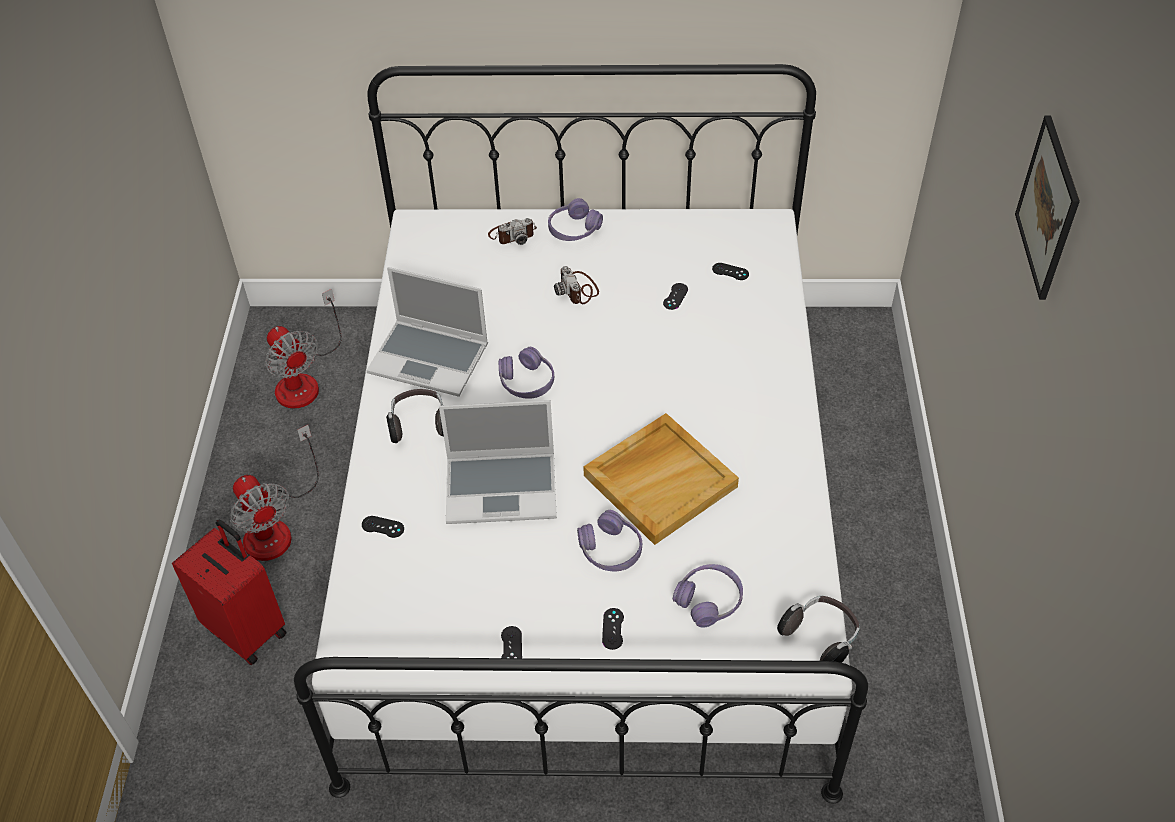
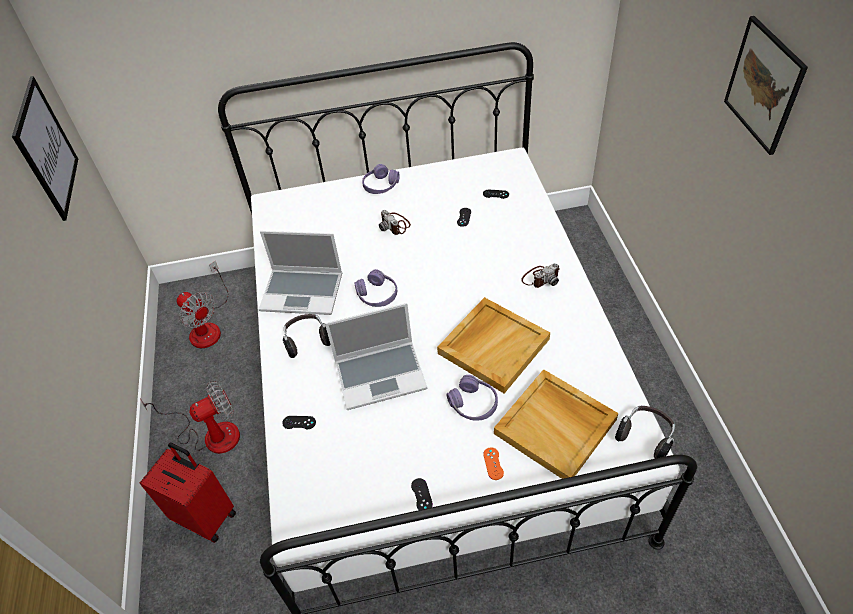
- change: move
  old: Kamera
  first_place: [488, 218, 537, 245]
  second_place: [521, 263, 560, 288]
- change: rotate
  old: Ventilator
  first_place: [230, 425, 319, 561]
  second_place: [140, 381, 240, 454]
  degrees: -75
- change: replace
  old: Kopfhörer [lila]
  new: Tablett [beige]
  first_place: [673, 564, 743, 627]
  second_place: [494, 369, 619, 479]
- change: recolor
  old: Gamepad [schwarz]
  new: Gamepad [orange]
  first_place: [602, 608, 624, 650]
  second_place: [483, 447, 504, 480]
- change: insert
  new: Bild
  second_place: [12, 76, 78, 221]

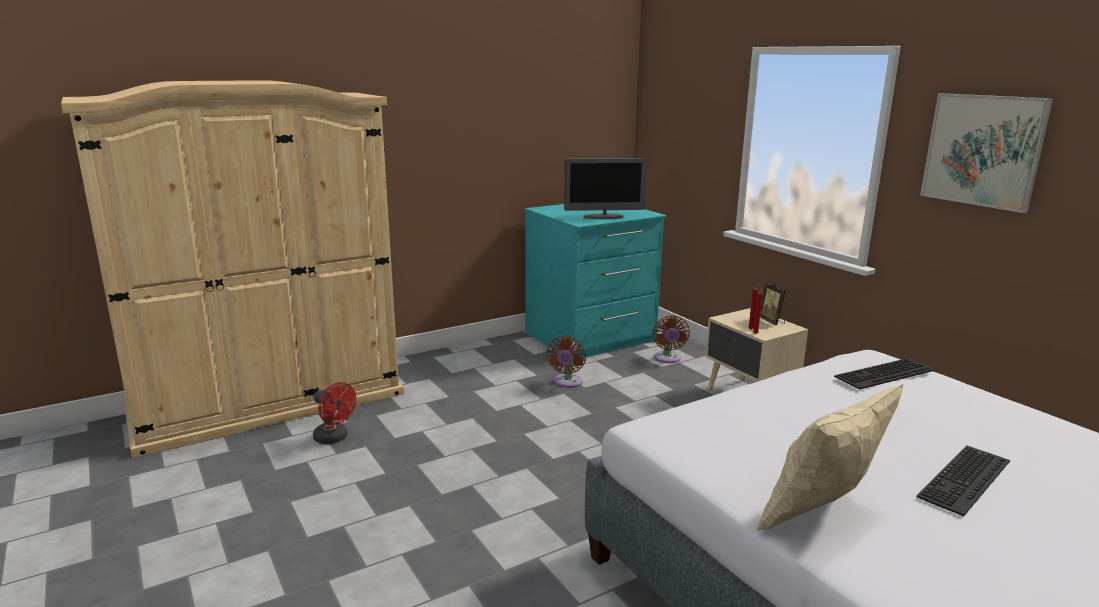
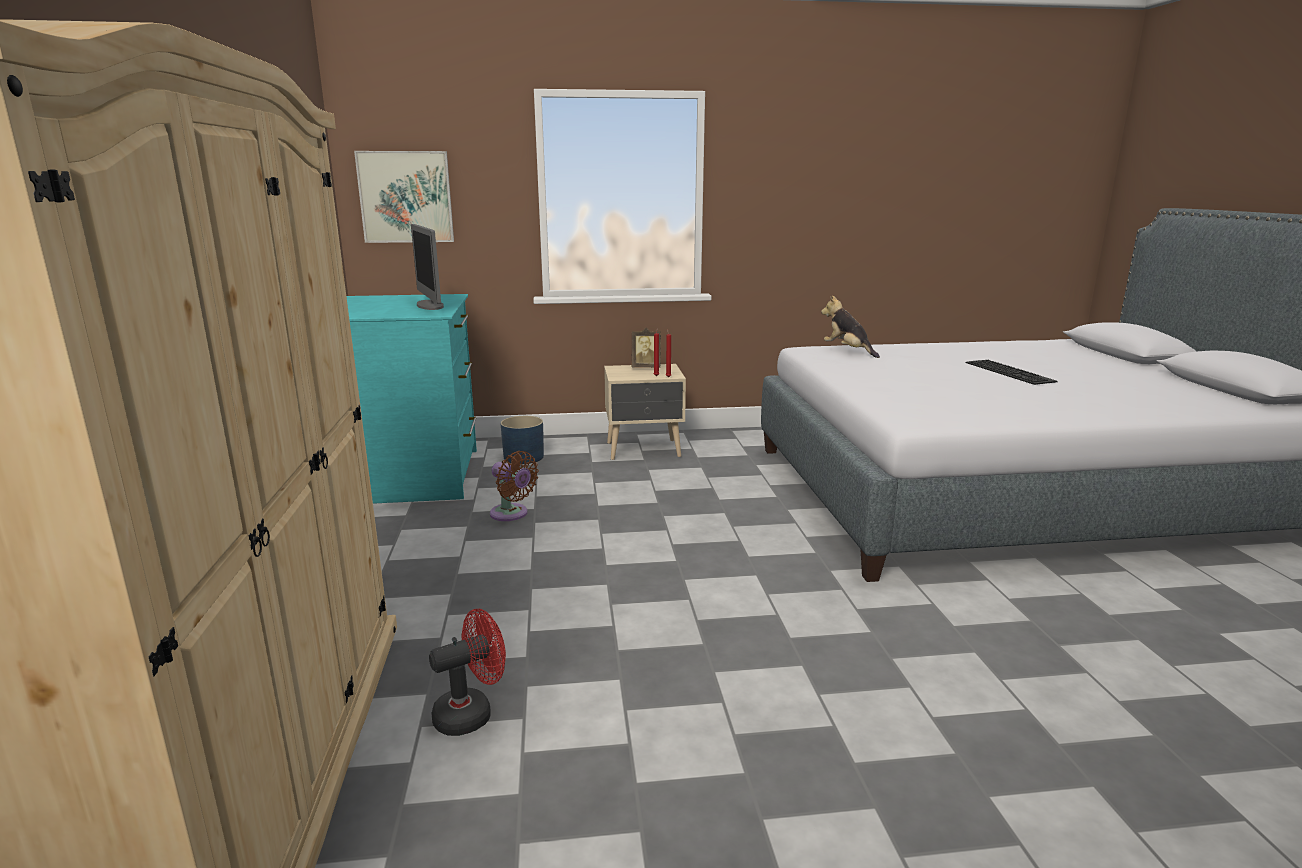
- change: move
  old: Bild
  first_place: [920, 93, 1053, 213]
  second_place: [354, 151, 454, 243]
- change: rotate
  old: Monitor
  first_place: [564, 158, 647, 219]
  second_place: [411, 224, 444, 310]
  degrees: 135
- change: replace
  old: Ventilator [braun]
  new: Pflanzkübel [blau]
  first_place: [653, 315, 690, 363]
  second_place: [501, 416, 544, 464]
- change: replace
  old: Tastatur
  new: Plüschtier
  first_place: [834, 358, 935, 389]
  second_place: [821, 295, 880, 358]
- change: delete
  old: Kissen [beige]
  first_place: [757, 384, 904, 531]

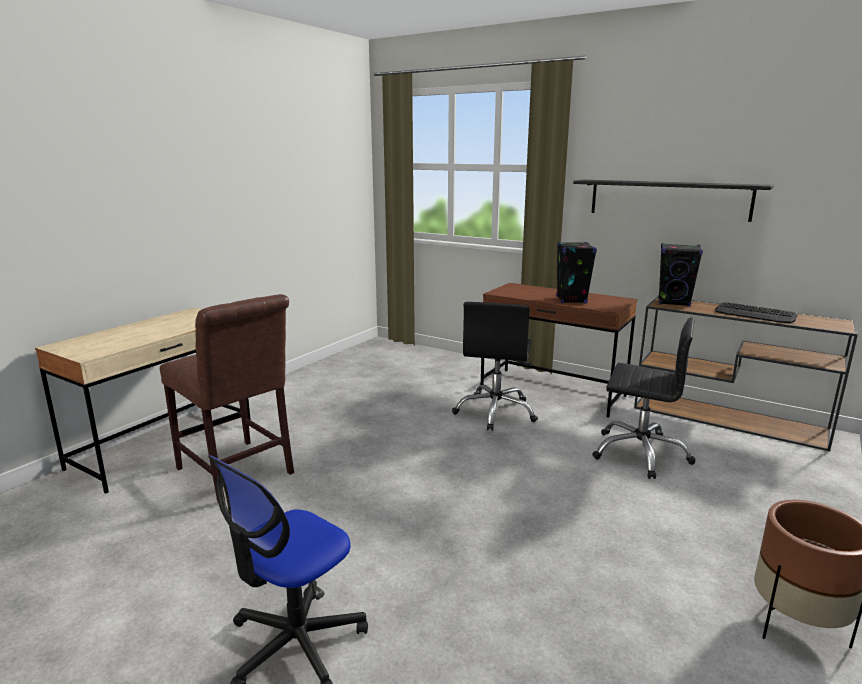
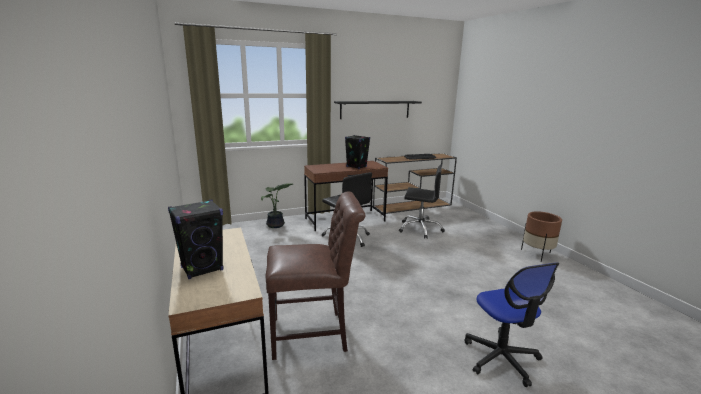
- change: move
  old: Lautsprecher [schwarz]
  first_place: [658, 243, 703, 307]
  second_place: [168, 200, 224, 279]
- change: rotate
  old: Bürostuhl [schwarz]
  first_place: [592, 317, 695, 479]
  second_place: [399, 164, 445, 239]
  degrees: 45
- change: insert
  new: Topfpflanze
  second_place: [261, 183, 293, 228]

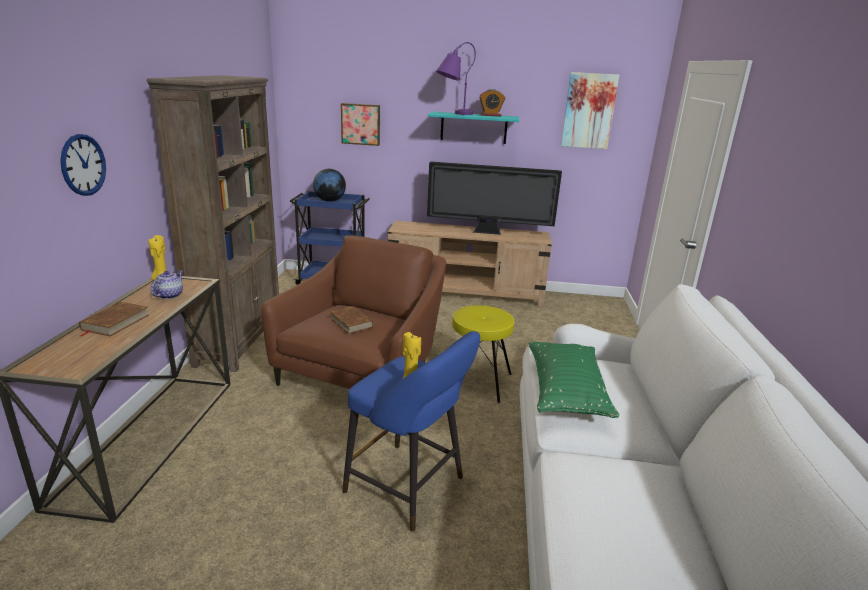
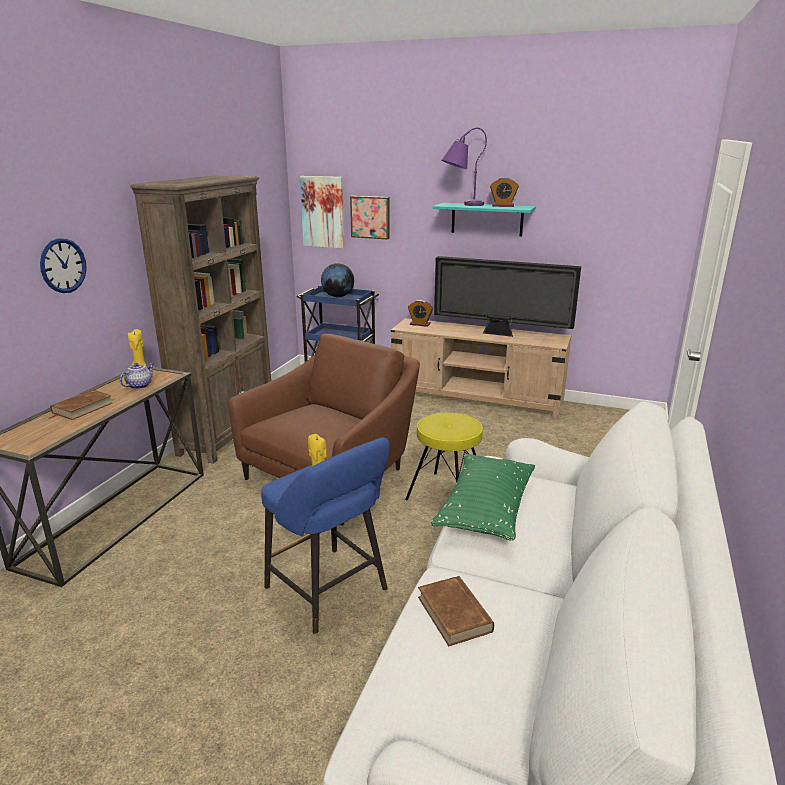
- change: move
  old: Bild
  first_place: [561, 72, 619, 149]
  second_place: [300, 176, 345, 249]
- change: move
  old: Buch [braun]
  first_place: [330, 306, 373, 334]
  second_place: [418, 576, 494, 646]
- change: insert
  new: Wecker
  second_place: [408, 300, 433, 327]

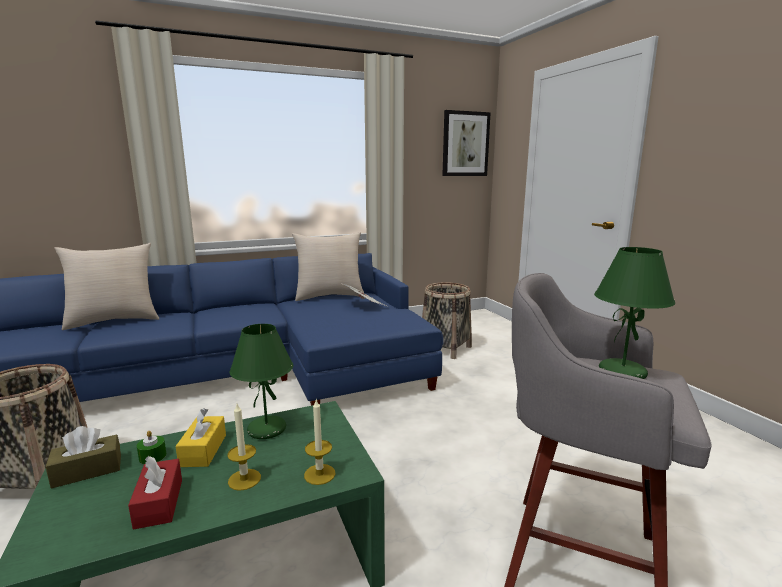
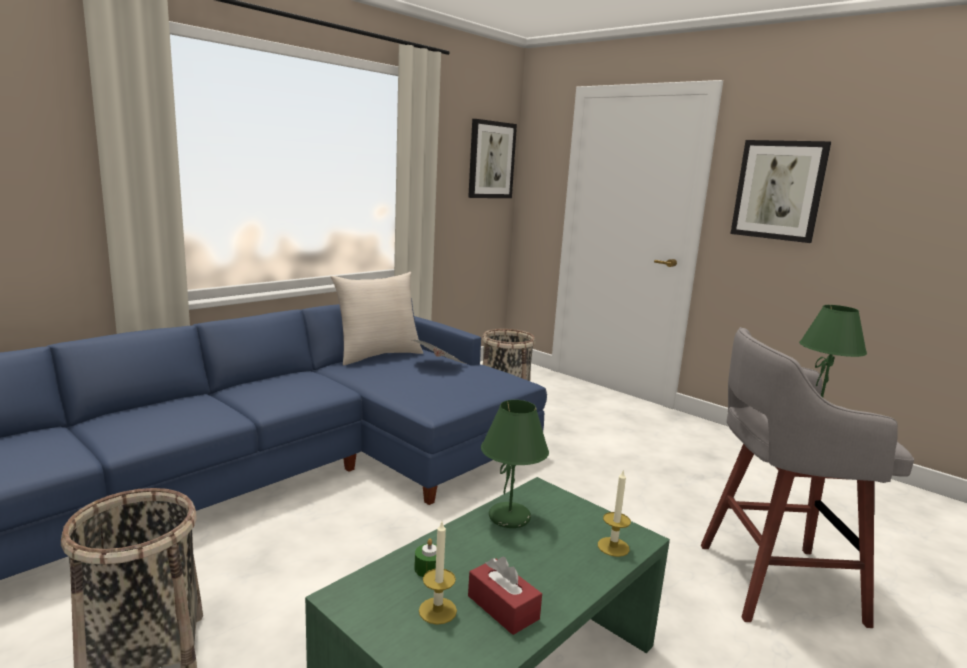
- change: delete
  old: Kissen [beige]
  first_place: [55, 243, 159, 330]
- change: move
  old: Kerze
  first_place: [227, 404, 261, 491]
  second_place: [419, 522, 457, 625]
- change: delete
  old: Taschentuchbox [gelb]
  first_place: [175, 408, 226, 467]
- change: delete
  old: Taschentuchbox [braun]
  first_place: [45, 426, 121, 489]
- change: insert
  new: Bild
  second_place: [731, 140, 831, 243]

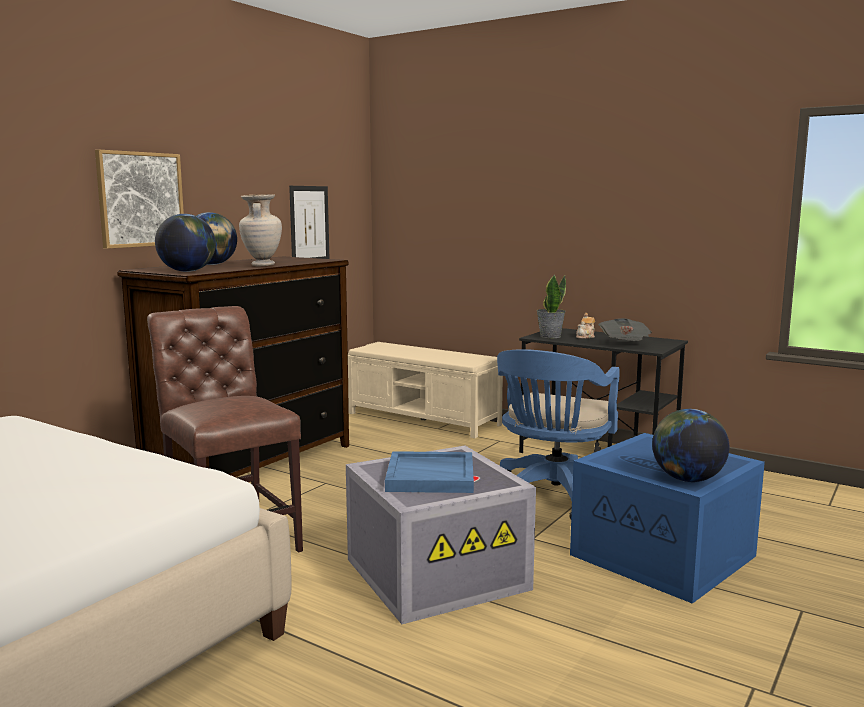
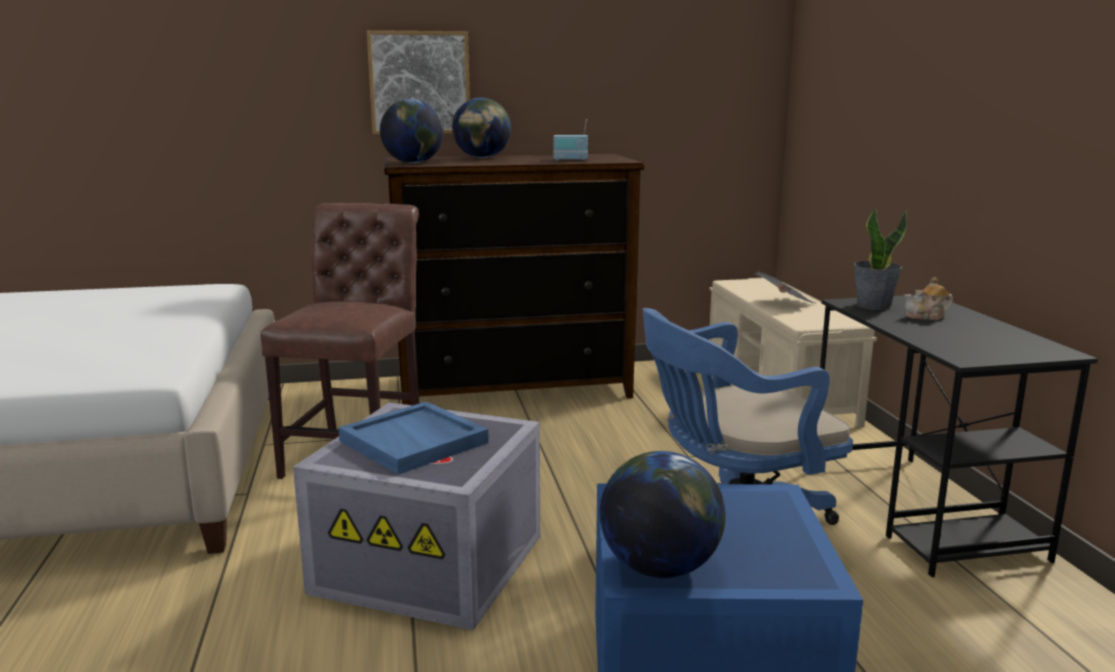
- change: delete
  old: Bild
  first_place: [289, 186, 330, 259]
- change: delete
  old: Vase [beige]
  first_place: [239, 194, 282, 266]
- change: move
  old: Zeitung
  first_place: [598, 318, 652, 341]
  second_place: [754, 272, 815, 303]
- change: insert
  new: Radio
  second_place: [554, 119, 588, 161]

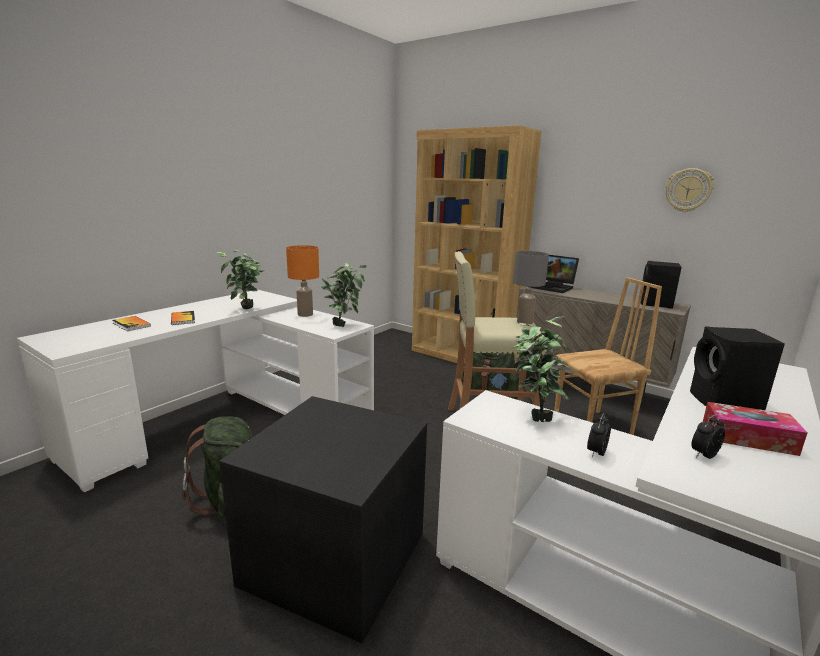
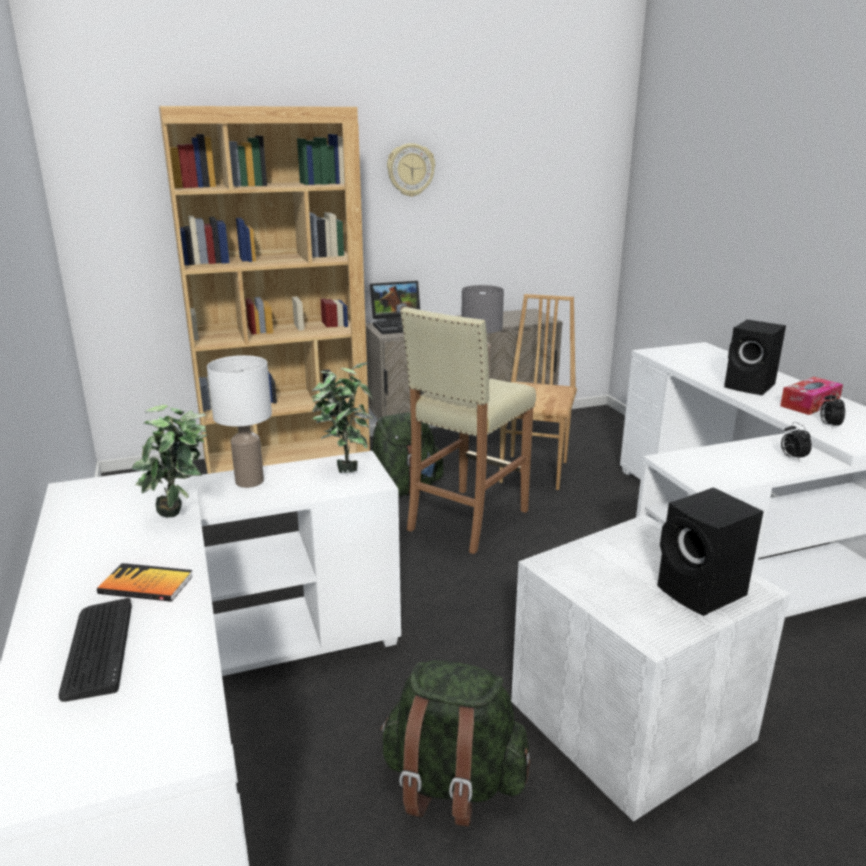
- change: move
  old: Wanduhr
  first_place: [665, 168, 714, 212]
  second_place: [387, 143, 435, 197]
- change: recolor
  old: Tischlampe [orange]
  new: Tischlampe [weiß]
  first_place: [286, 245, 319, 317]
  second_place: [207, 355, 272, 488]
- change: move
  old: Lautsprecher [schwarz]
  first_place: [641, 261, 682, 308]
  second_place: [657, 487, 764, 616]
- change: replace
  old: Buch
  new: Tastatur
  first_place: [112, 316, 151, 331]
  second_place: [59, 598, 132, 702]
- change: delete
  old: Topfpflanze
  first_place: [512, 316, 573, 422]
- change: recolor
  old: Aufbewahrungsbox [schwarz]
  new: Aufbewahrungsbox [weiß]
  first_place: [219, 396, 427, 643]
  second_place: [511, 515, 790, 822]

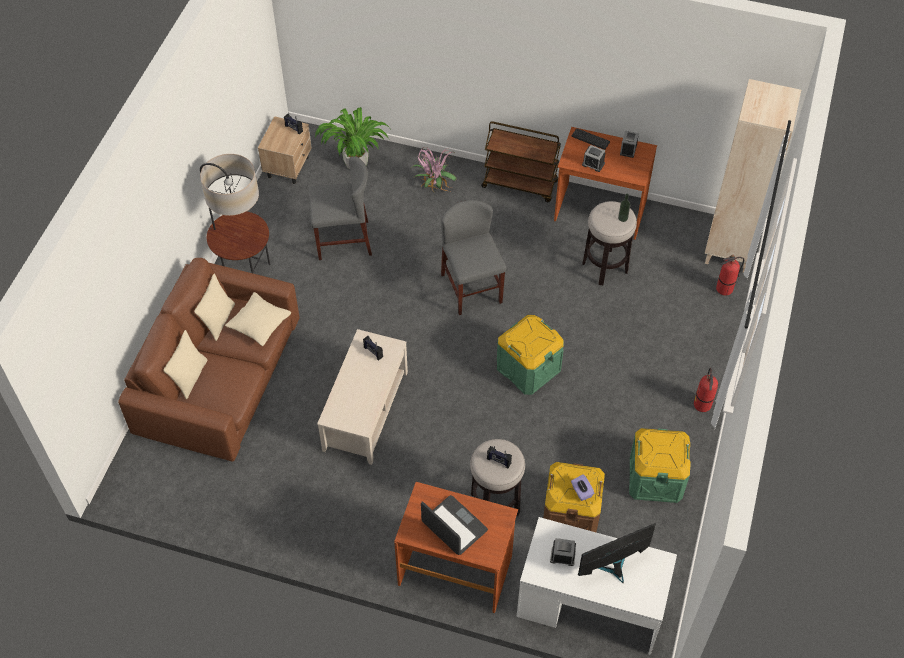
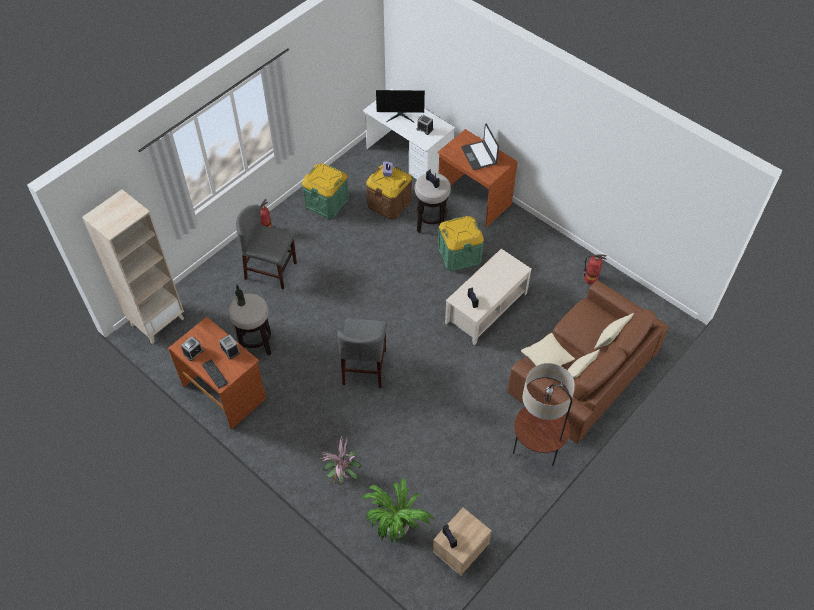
- change: delete
  old: Rollwagen [braun]
  first_place: [481, 121, 561, 202]
- change: move
  old: Stuhl [grau]
  first_place: [308, 156, 372, 260]
  second_place: [236, 205, 297, 290]
- change: move
  old: Feuerlöscher
  first_place: [716, 255, 744, 296]
  second_place: [584, 254, 607, 285]
- change: move
  old: Aufbewahrungsbox [grün]
  first_place: [497, 315, 564, 395]
  second_place: [438, 216, 484, 272]

